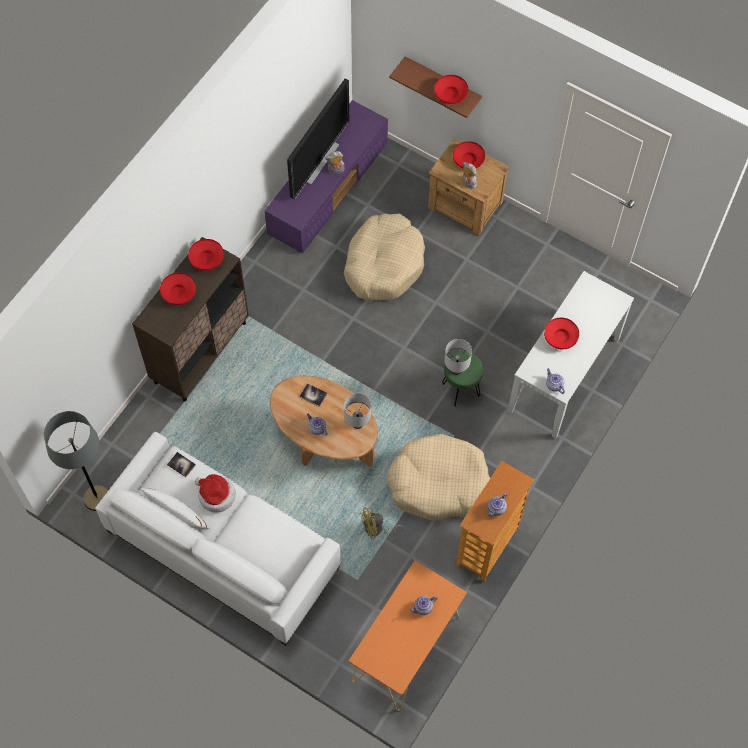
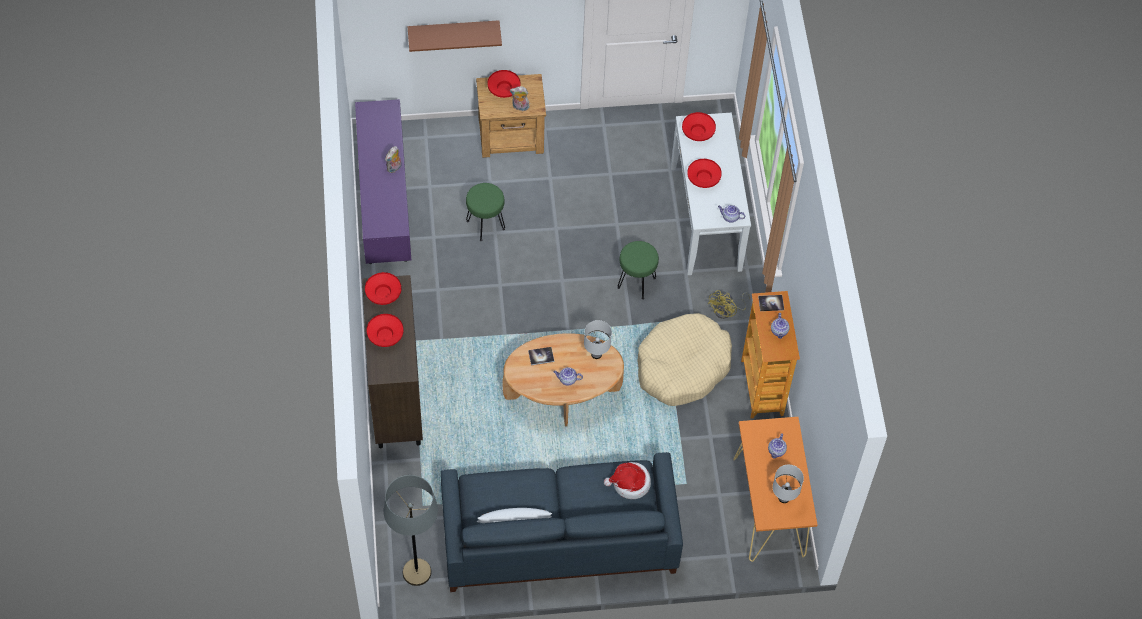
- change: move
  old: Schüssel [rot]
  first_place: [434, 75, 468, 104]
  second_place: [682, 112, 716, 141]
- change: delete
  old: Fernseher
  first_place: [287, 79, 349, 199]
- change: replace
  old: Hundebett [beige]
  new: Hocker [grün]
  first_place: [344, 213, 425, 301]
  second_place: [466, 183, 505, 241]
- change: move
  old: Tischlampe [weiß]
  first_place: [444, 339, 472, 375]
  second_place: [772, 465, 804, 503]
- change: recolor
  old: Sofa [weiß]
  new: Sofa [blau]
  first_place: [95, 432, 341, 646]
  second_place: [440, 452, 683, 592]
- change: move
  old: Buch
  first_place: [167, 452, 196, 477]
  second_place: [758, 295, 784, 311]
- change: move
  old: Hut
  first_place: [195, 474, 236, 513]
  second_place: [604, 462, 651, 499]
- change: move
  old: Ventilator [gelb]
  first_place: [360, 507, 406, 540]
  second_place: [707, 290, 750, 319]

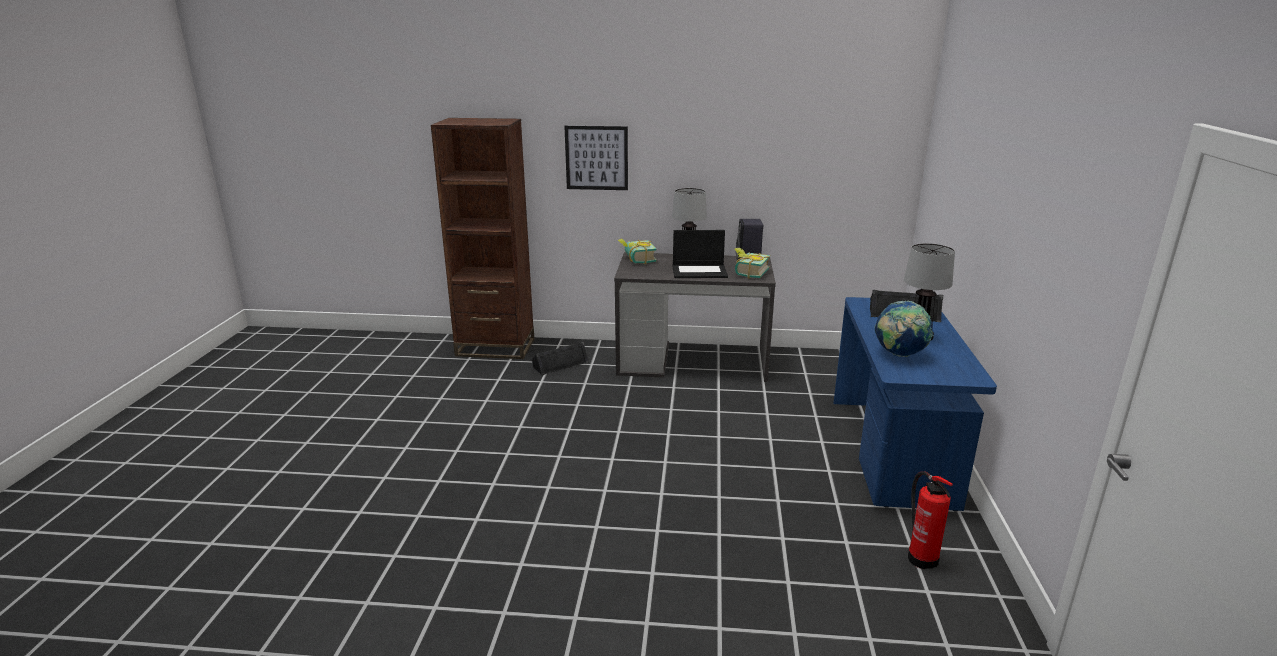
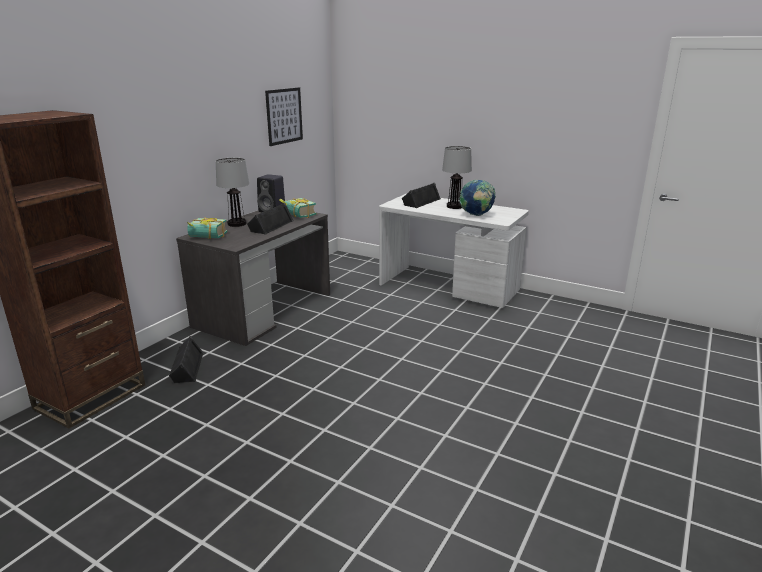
- change: move
  old: Bild
  first_place: [564, 126, 628, 190]
  second_place: [265, 87, 303, 146]
- change: replace
  old: Laptop
  new: Lautsprecher [schwarz]
  first_place: [672, 230, 728, 278]
  second_place: [247, 203, 294, 235]
- change: recolor
  old: Schreibtisch [blau]
  new: Schreibtisch [weiß]
  first_place: [833, 297, 997, 512]
  second_place: [379, 194, 529, 308]
- change: delete
  old: Feuerlöscher
  first_place: [908, 471, 953, 569]

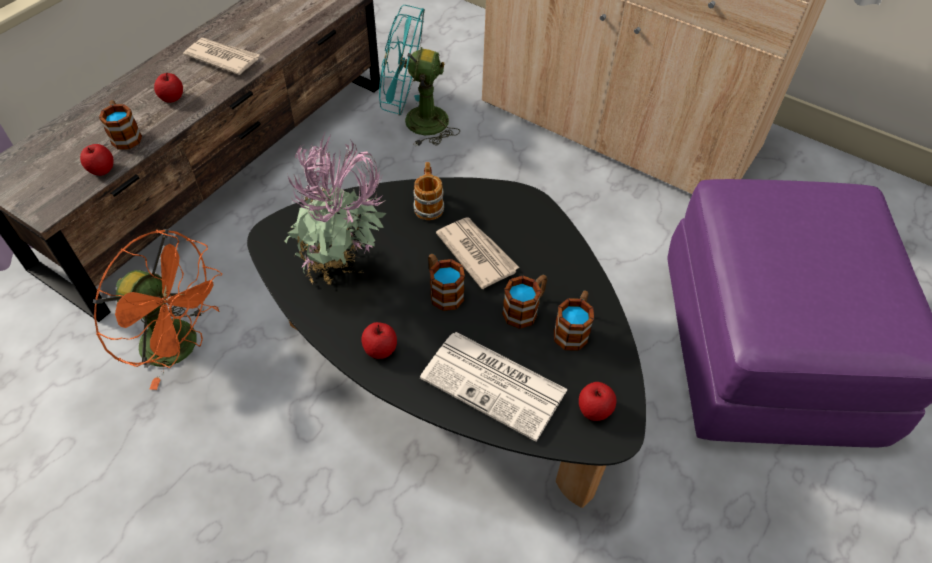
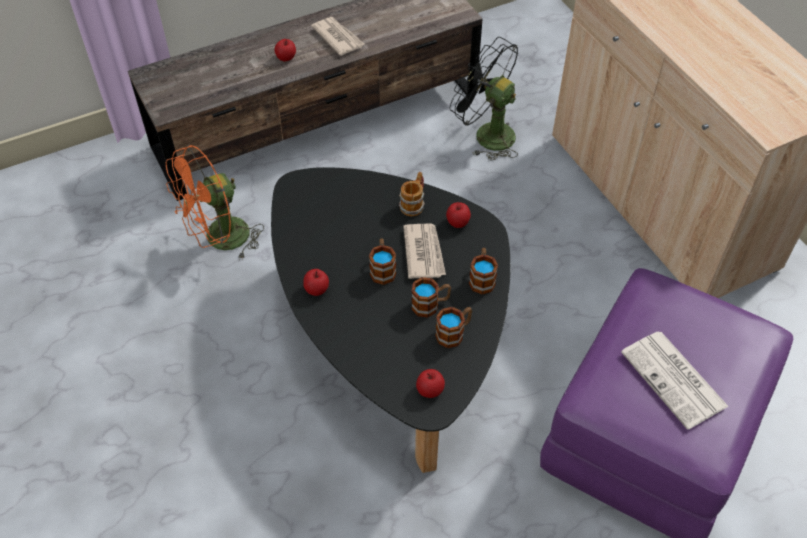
- change: recolor
  old: Ventilator [türkis]
  new: Ventilator [schwarz]
  first_place: [379, 5, 460, 147]
  second_place: [450, 37, 518, 160]
- change: move
  old: Henkelbecher
  first_place: [99, 100, 142, 150]
  second_place: [469, 248, 498, 295]
- change: delete
  old: Topfpflanze
  first_place: [284, 130, 386, 285]
- change: move
  old: Apfel
  first_place: [80, 144, 114, 176]
  second_place: [446, 202, 471, 228]
- change: rotate
  old: Ventilator [orange]
  first_place: [93, 229, 222, 390]
  second_place: [166, 145, 264, 260]
  degrees: 90
- change: move
  old: Zeitung
  first_place: [420, 332, 568, 442]
  second_place: [621, 331, 729, 430]

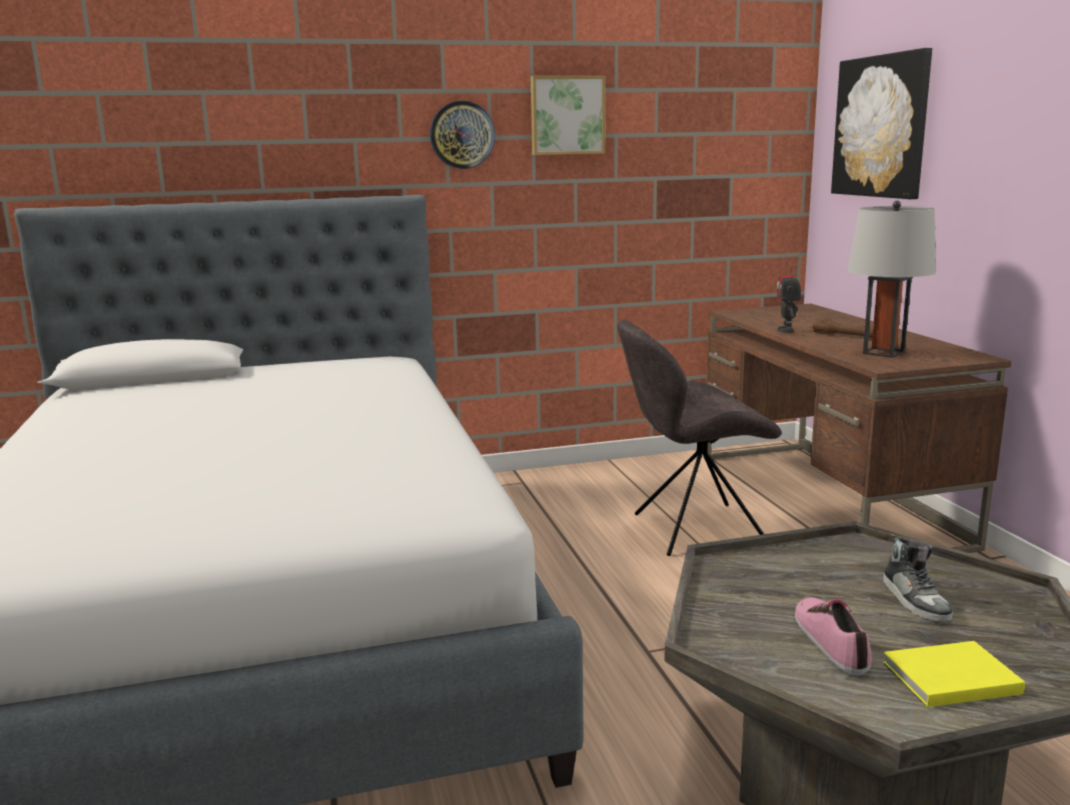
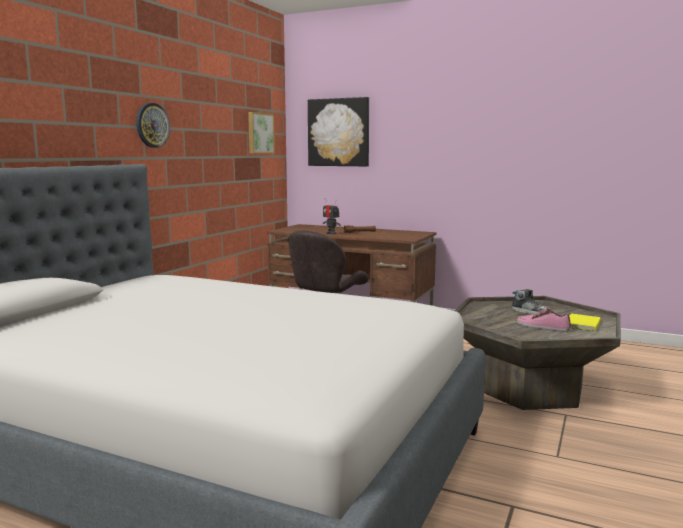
- change: move
  old: Bild
  first_place: [531, 76, 605, 155]
  second_place: [248, 112, 275, 153]
- change: delete
  old: Tischlampe [grau]
  first_place: [847, 200, 936, 358]

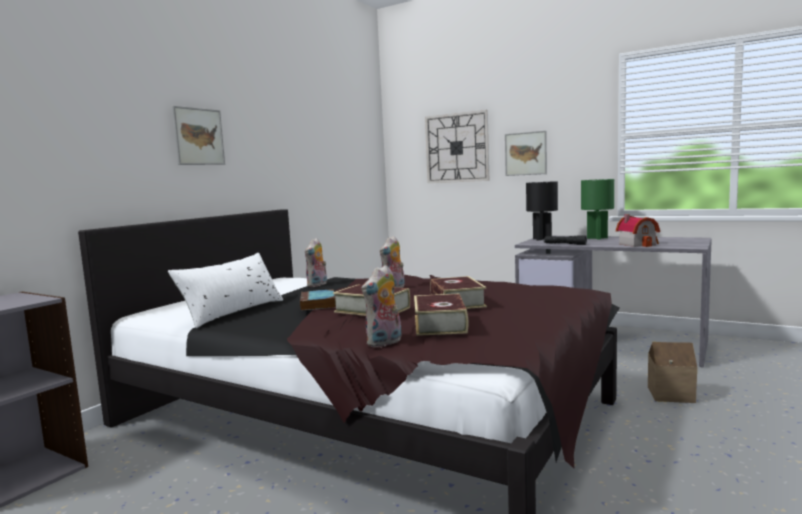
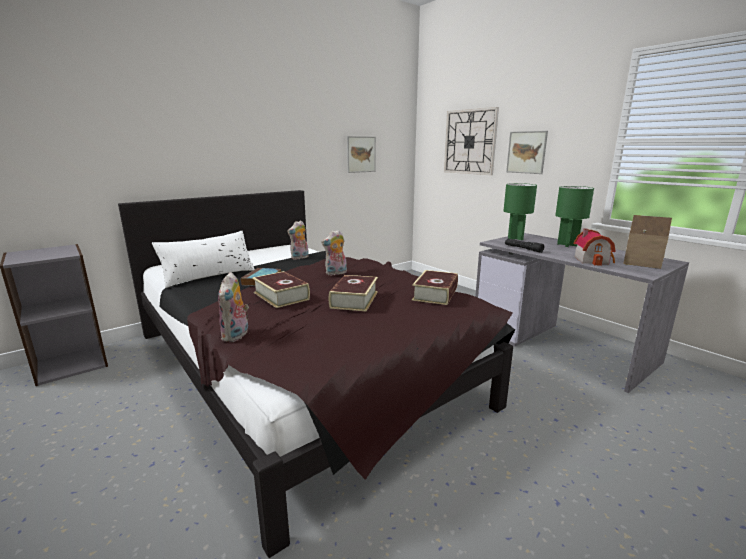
- change: move
  old: Bild
  first_place: [172, 106, 225, 165]
  second_place: [347, 136, 376, 173]
- change: recolor
  old: Tischlampe [schwarz]
  new: Tischlampe [grün]
  first_place: [526, 181, 558, 240]
  second_place: [503, 183, 537, 240]
- change: rotate
  old: Plüschtier
  first_place: [361, 265, 402, 348]
  second_place: [218, 272, 249, 342]
  degrees: -60
- change: move
  old: Buch
  first_place: [414, 294, 468, 336]
  second_place: [412, 270, 458, 305]
- change: move
  old: Spielzeughaus
  first_place: [648, 342, 697, 403]
  second_place: [623, 215, 672, 269]

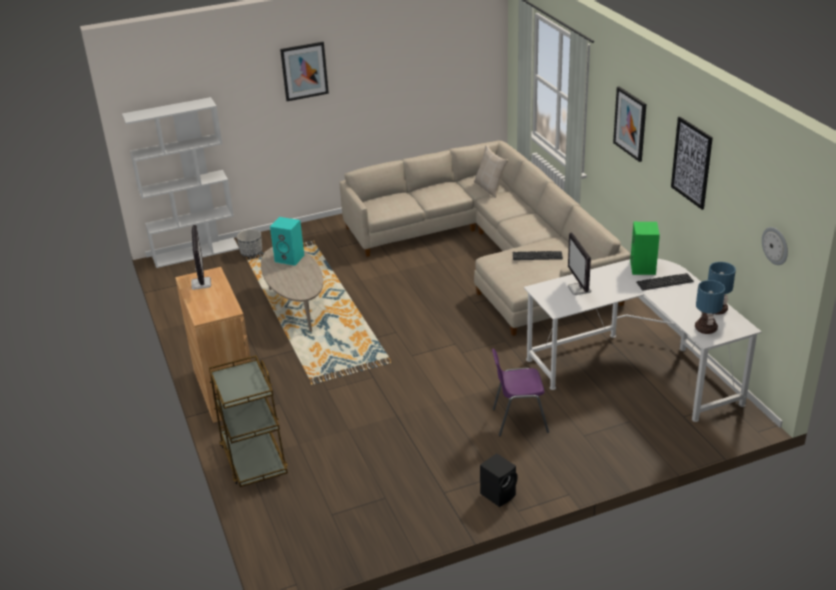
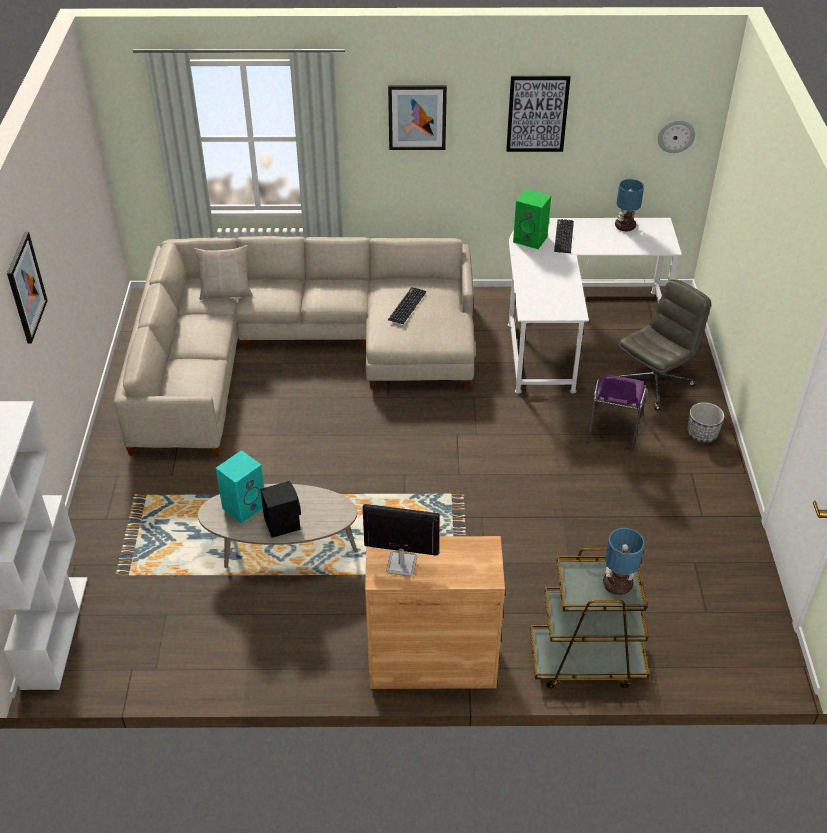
- change: move
  old: Pflanzkübel
  first_place: [237, 229, 262, 257]
  second_place: [687, 402, 724, 443]
- change: delete
  old: Monitor
  first_place: [568, 232, 591, 295]
- change: move
  old: Tischlampe
  first_place: [695, 280, 725, 334]
  second_place: [603, 528, 644, 595]
- change: move
  old: Lautsprecher [schwarz]
  first_place: [480, 453, 517, 507]
  second_place: [260, 481, 301, 538]
- change: insert
  new: Bürostuhl [grau]
  second_place: [618, 279, 711, 411]

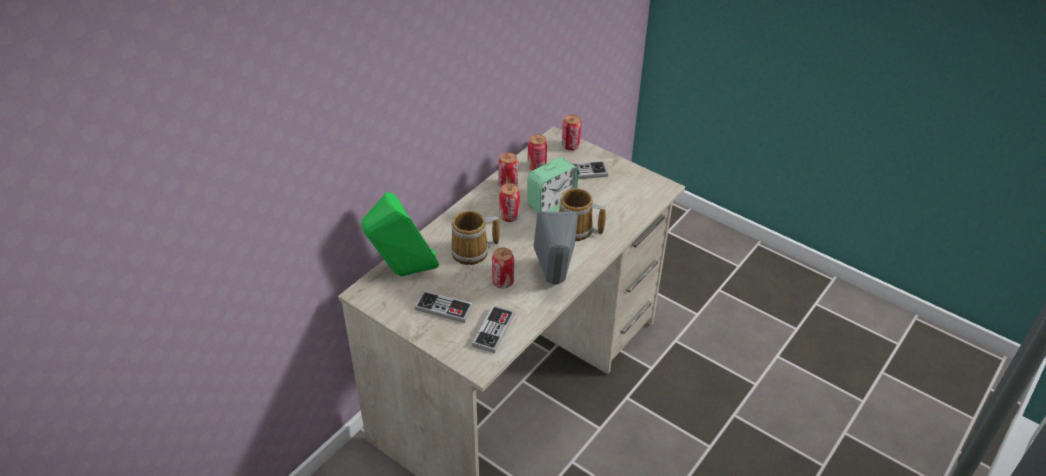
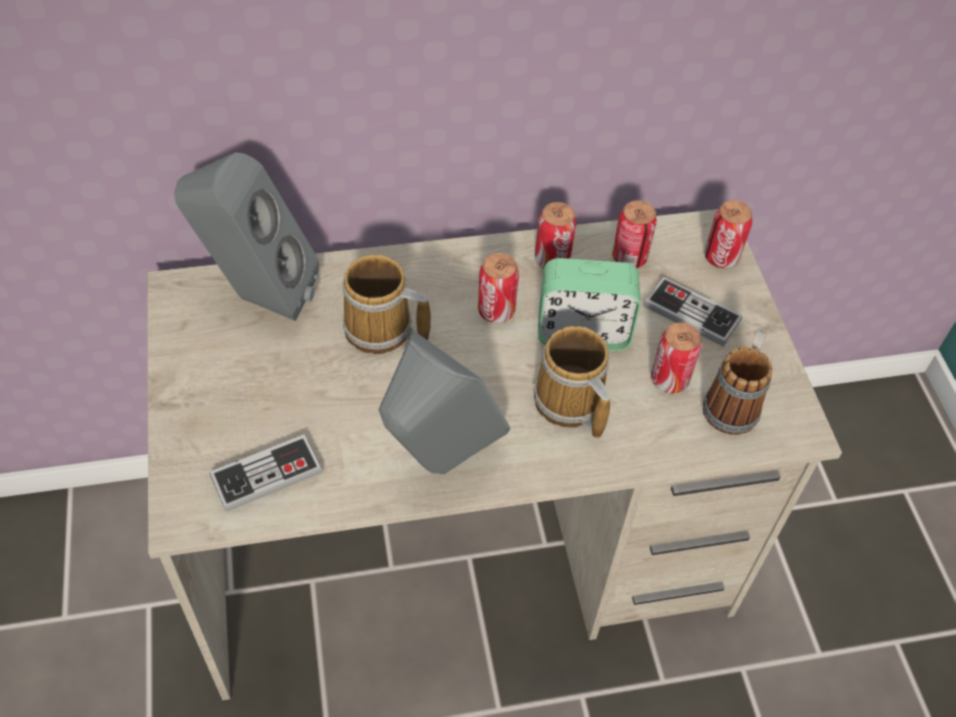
- change: recolor
  old: Lautsprecher [grün]
  new: Lautsprecher [grau]
  first_place: [362, 192, 439, 277]
  second_place: [174, 152, 319, 321]
- change: move
  old: Dose
  first_place: [492, 248, 514, 288]
  second_place: [651, 323, 701, 393]
- change: delete
  old: Gamepad
  first_place: [415, 291, 473, 323]
- change: insert
  new: Henkelbecher
  second_place: [703, 330, 772, 435]

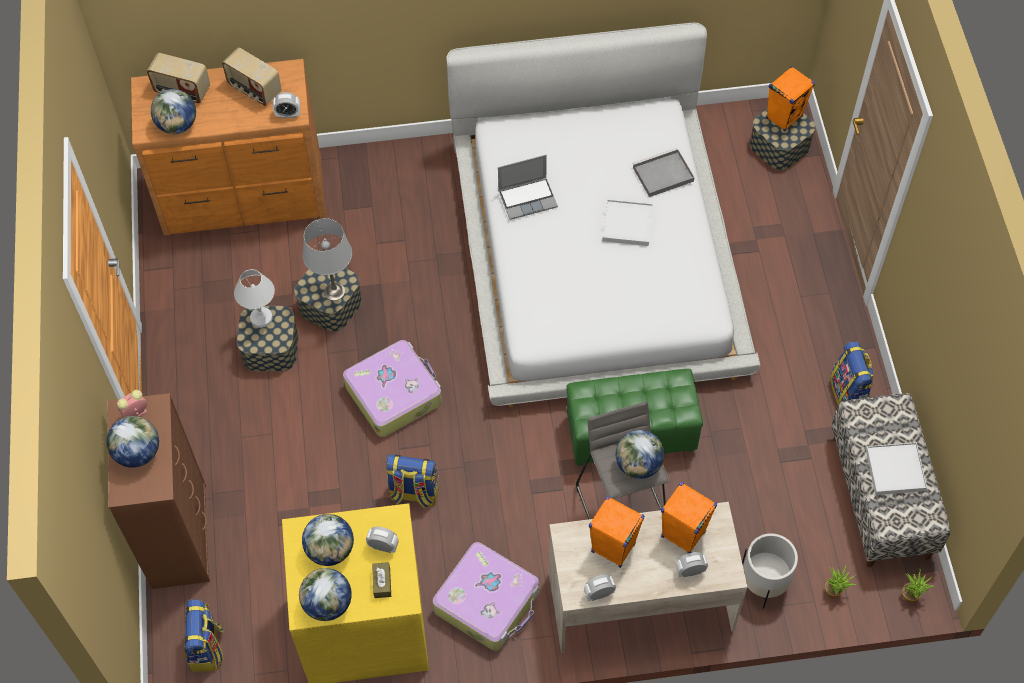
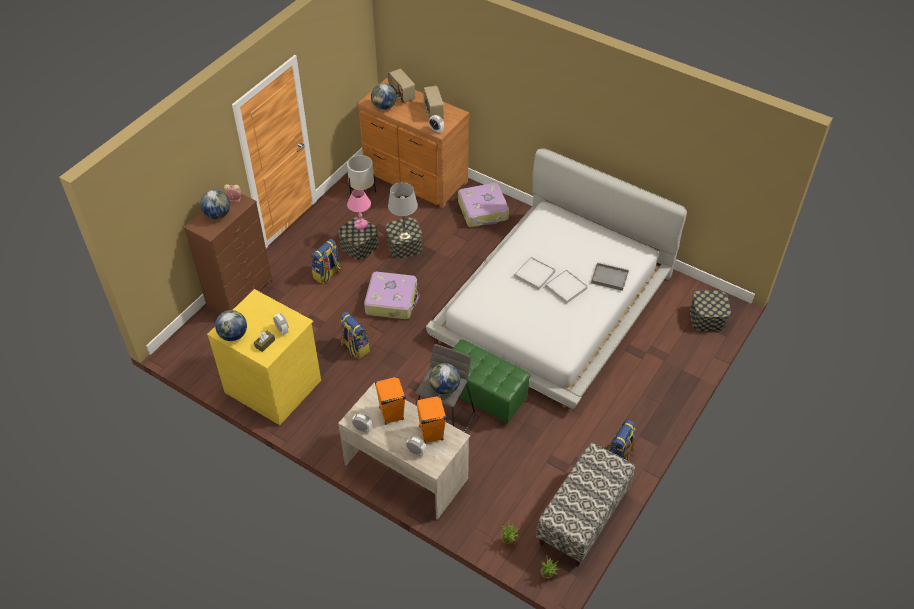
- change: delete
  old: Lautsprecher [orange]
  first_place: [766, 66, 815, 131]
- change: delete
  old: Laptop
  first_place: [498, 155, 558, 220]
- change: recolor
  old: Tischlampe [weiß]
  new: Tischlampe [rosa]
  first_place: [234, 269, 275, 328]
  second_place: [347, 189, 371, 230]
- change: move
  old: Tablett [weiß]
  first_place: [866, 442, 927, 495]
  second_place: [514, 257, 555, 290]
- change: delete
  old: Globus
  first_place: [302, 514, 354, 566]
- change: move
  old: Pflanzkübel [weiß]
  first_place: [742, 533, 798, 609]
  second_place: [347, 155, 376, 194]
- change: move
  old: Koffer
  first_place: [433, 542, 539, 651]
  second_place: [458, 183, 509, 227]
- change: move
  old: Rucksack
  first_place: [184, 599, 224, 672]
  second_place: [311, 239, 341, 284]

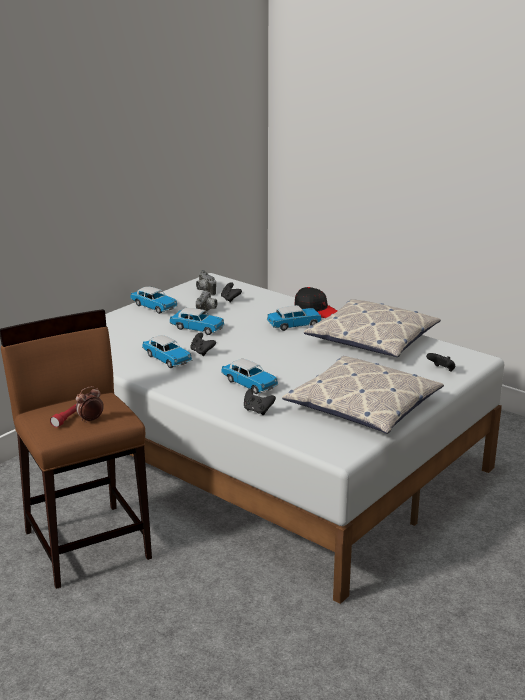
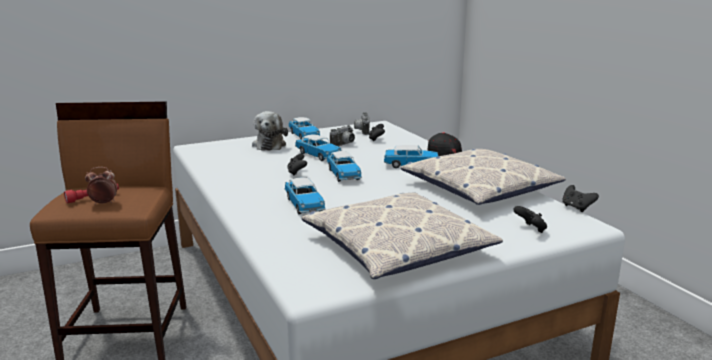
- change: move
  old: Spielzeugauto
  first_place: [142, 335, 192, 368]
  second_place: [327, 151, 362, 182]
- change: move
  old: Gamepad [schwarz]
  first_place: [244, 389, 276, 415]
  second_place: [562, 185, 599, 212]
- change: insert
  new: Plüschtier
  second_place: [252, 111, 288, 151]

